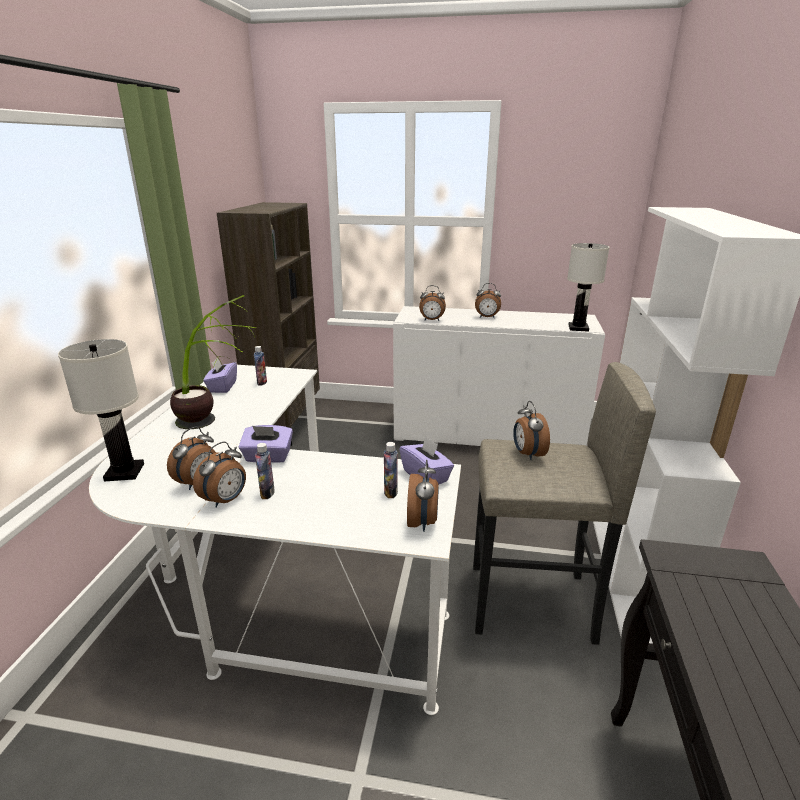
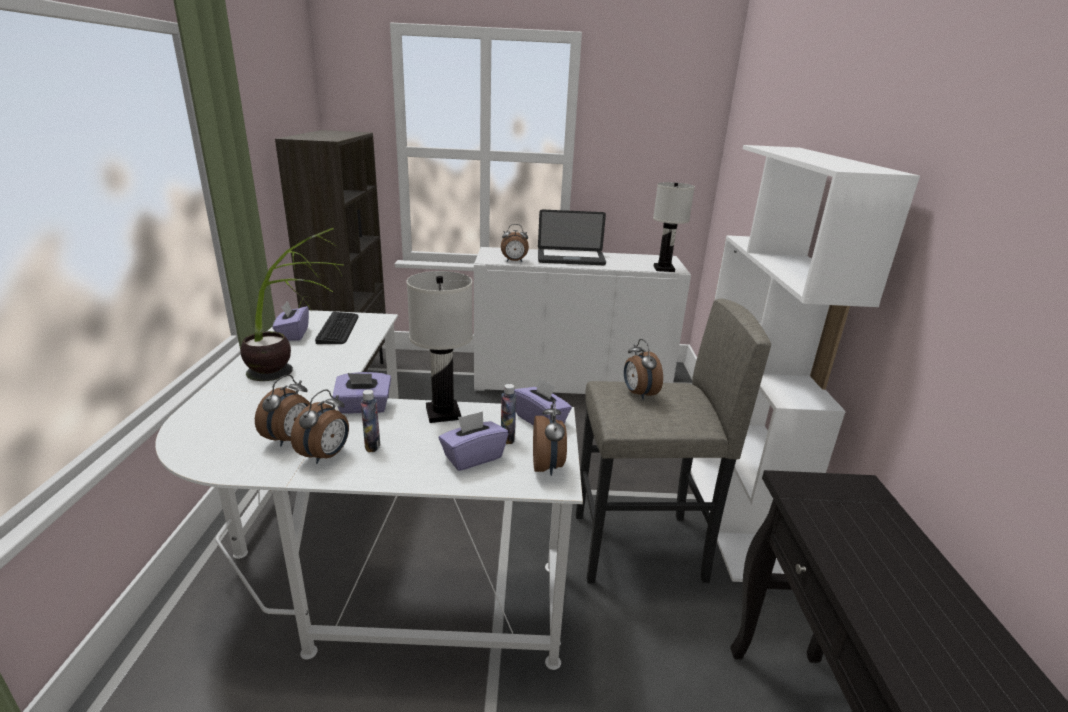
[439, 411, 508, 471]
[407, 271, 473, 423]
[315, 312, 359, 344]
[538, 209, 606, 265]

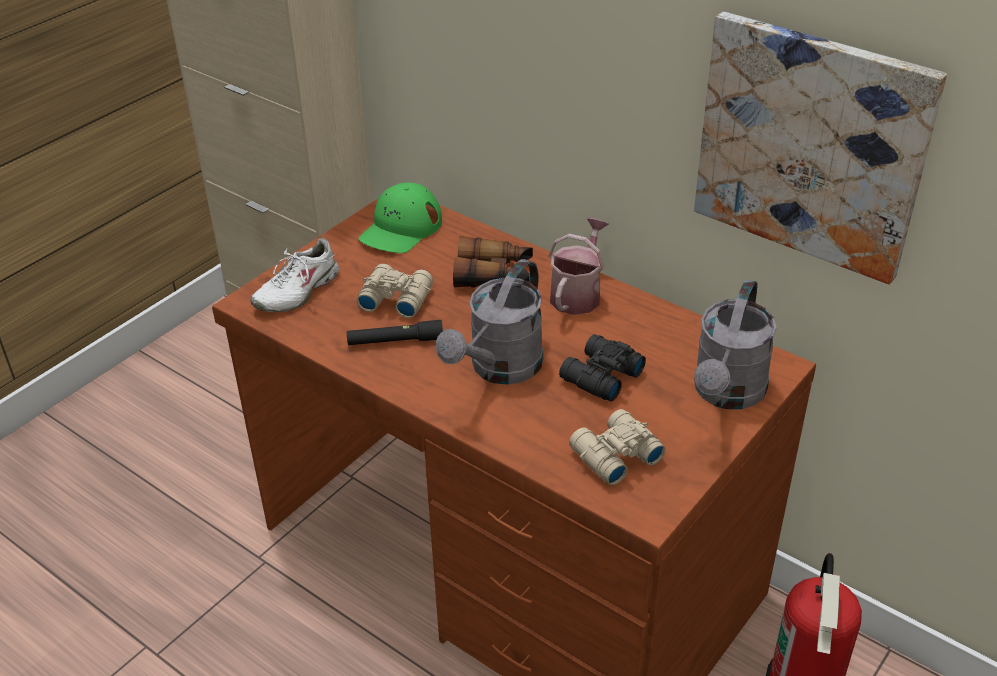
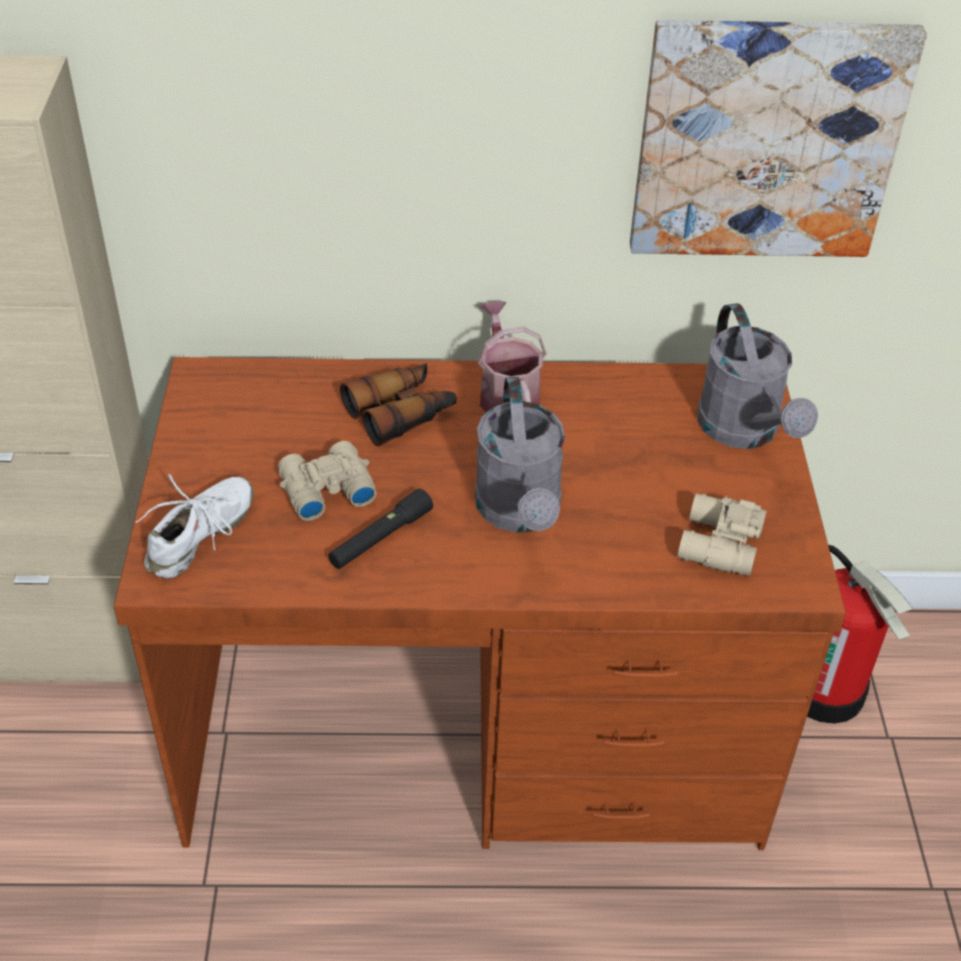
[358, 182, 442, 253] (first image)
[559, 334, 646, 401] (first image)
[136, 474, 254, 579]

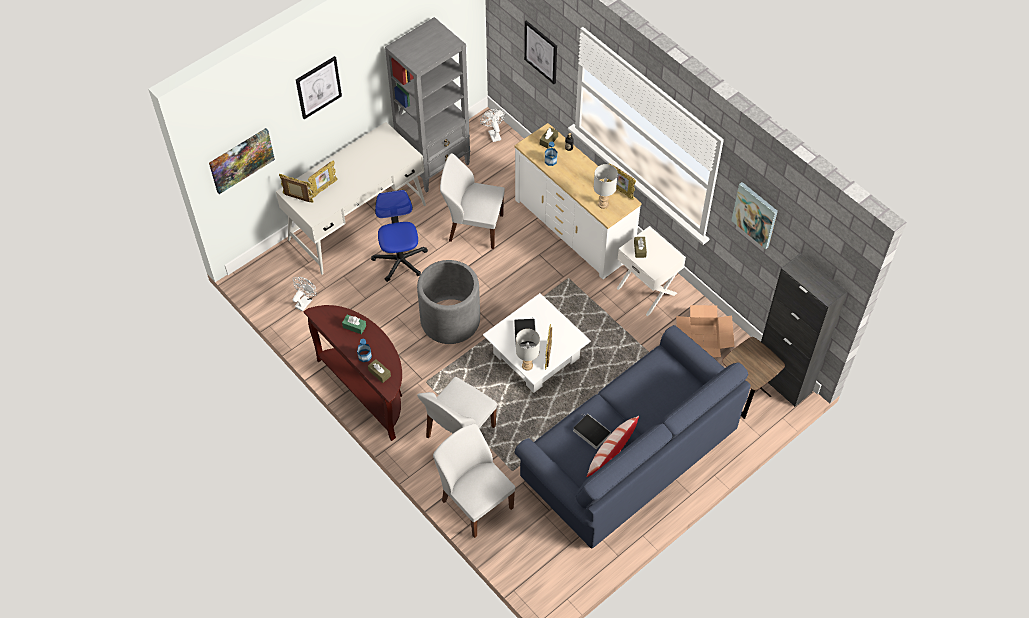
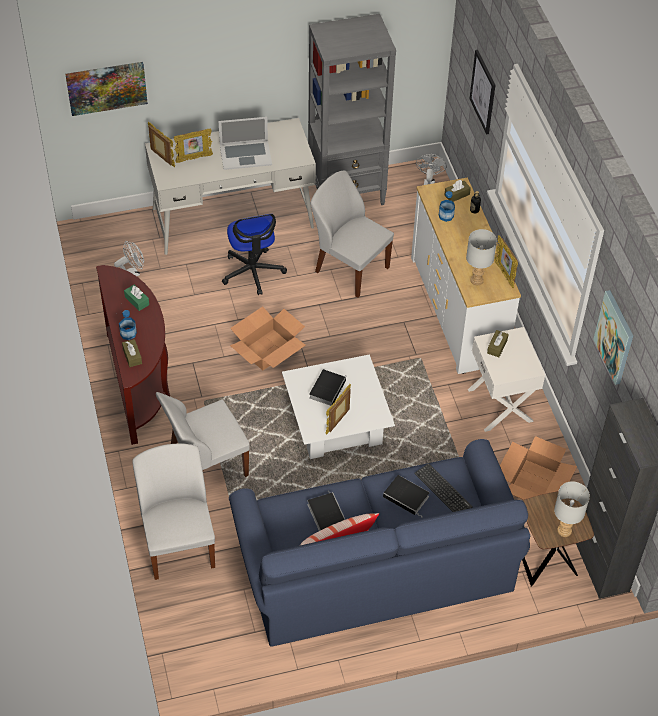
[296, 56, 342, 119] (first image)
[219, 117, 272, 170]
[383, 475, 429, 517]
[414, 463, 473, 512]
[554, 481, 590, 537]
[230, 306, 305, 370]
[222, 214, 287, 295]

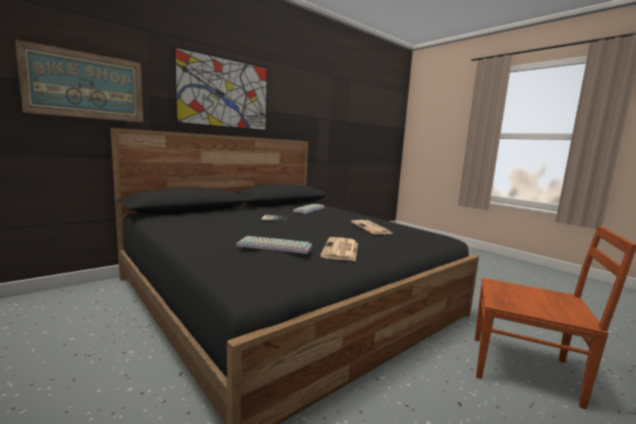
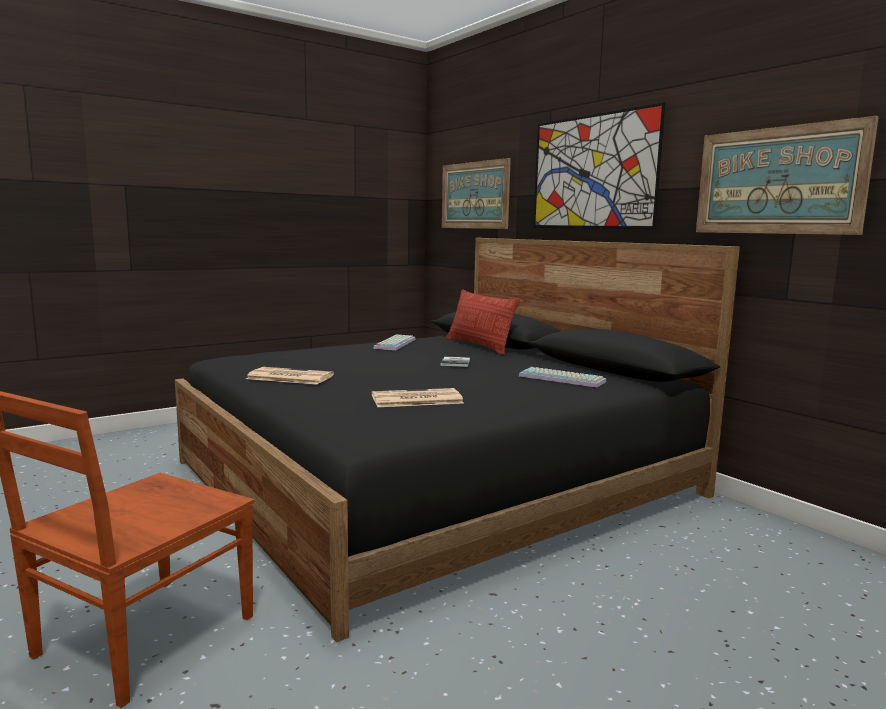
[446, 289, 521, 355]
[696, 116, 879, 235]
[373, 335, 416, 350]

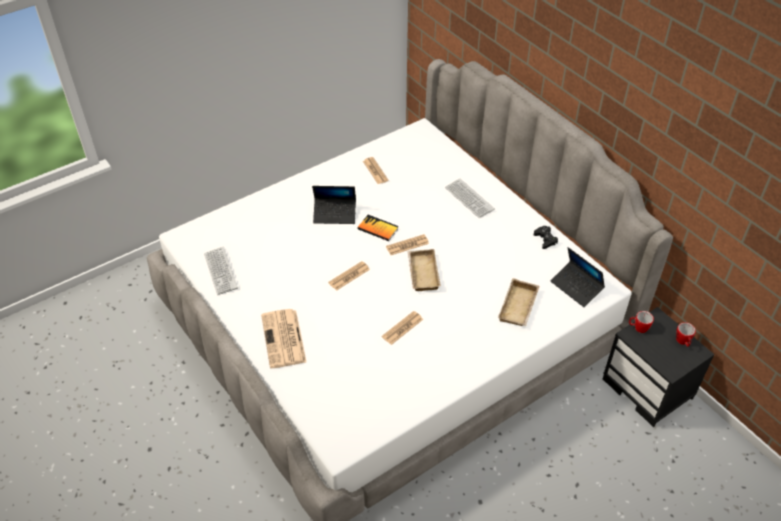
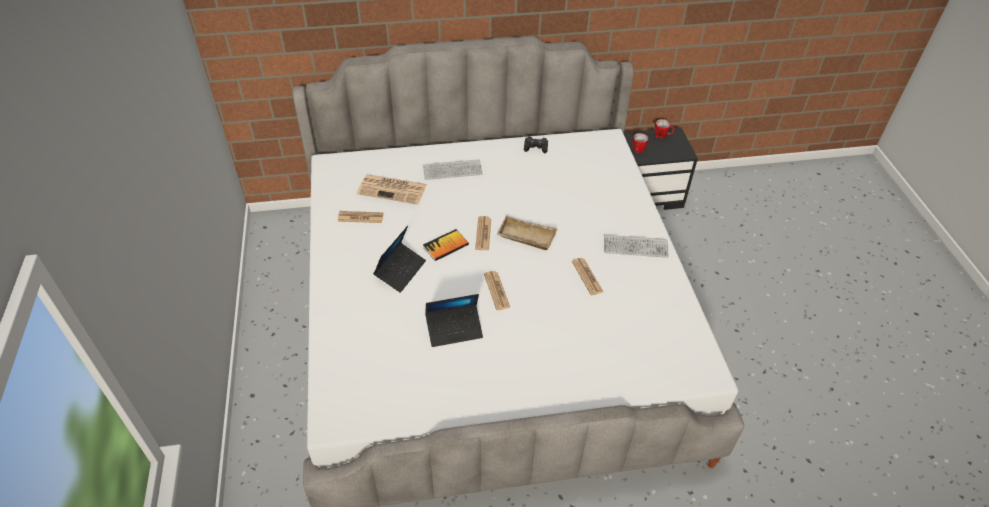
[498, 278, 540, 326] (first image)
[604, 235, 669, 258]
[357, 174, 427, 205]
[425, 294, 483, 347]

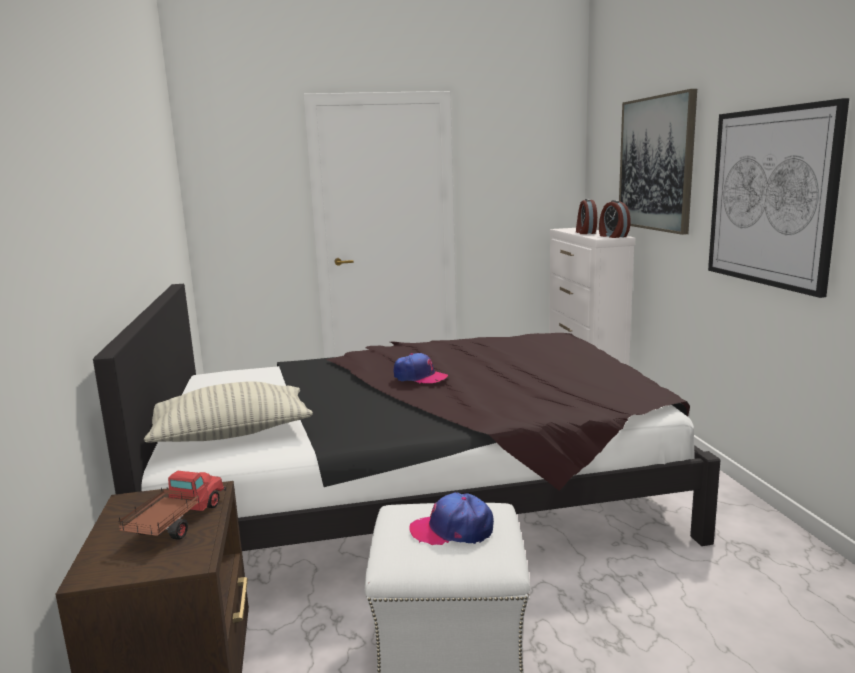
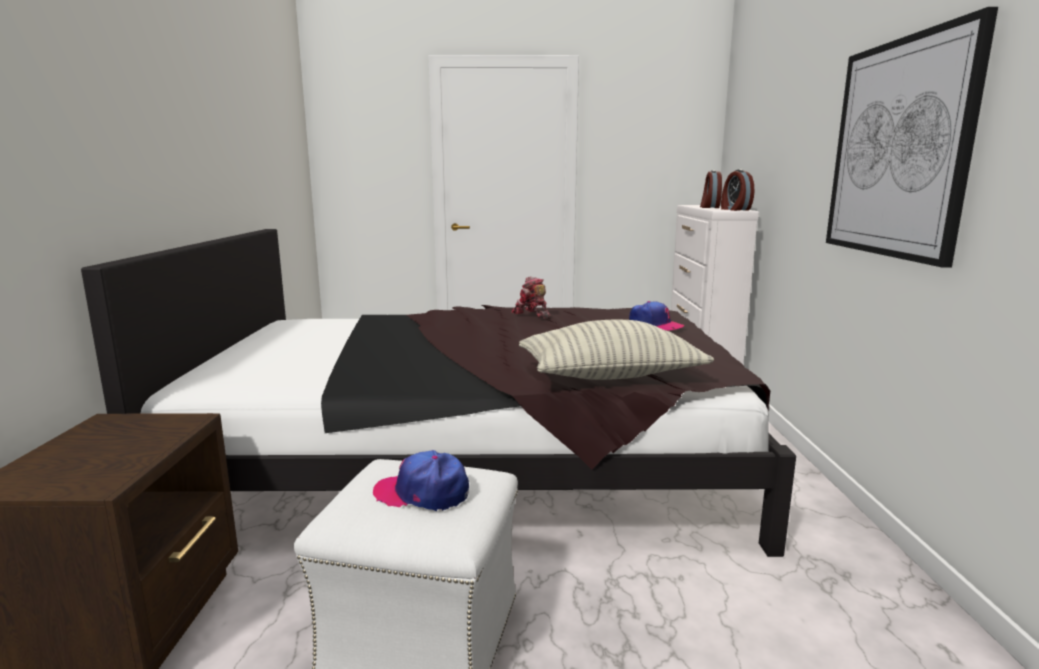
[119, 471, 226, 540] (first image)
[619, 89, 697, 235] (first image)
[511, 276, 550, 319]
[519, 320, 714, 380]
[629, 301, 684, 330]

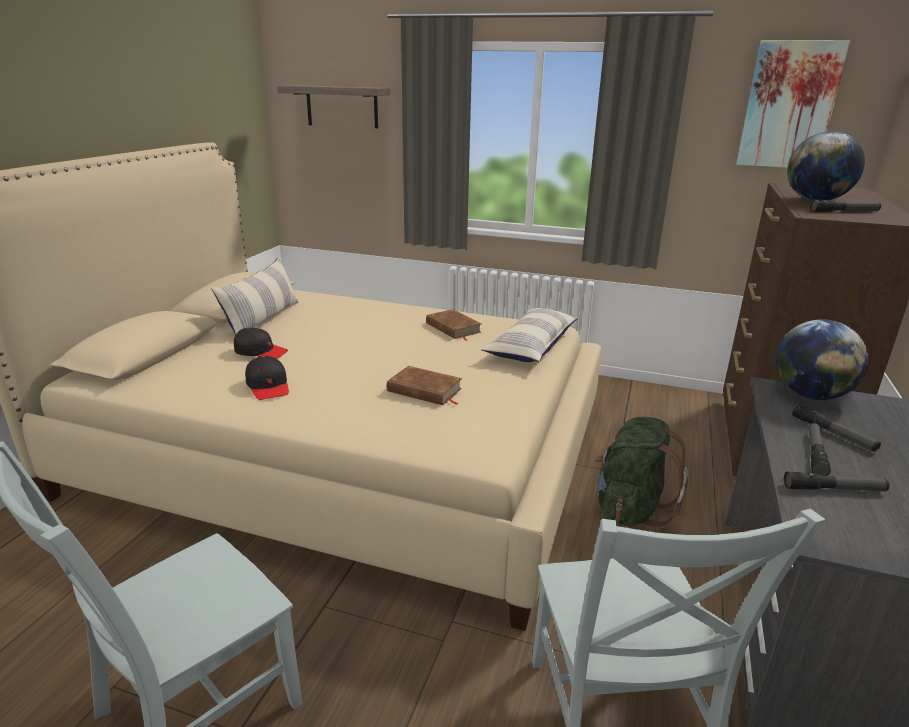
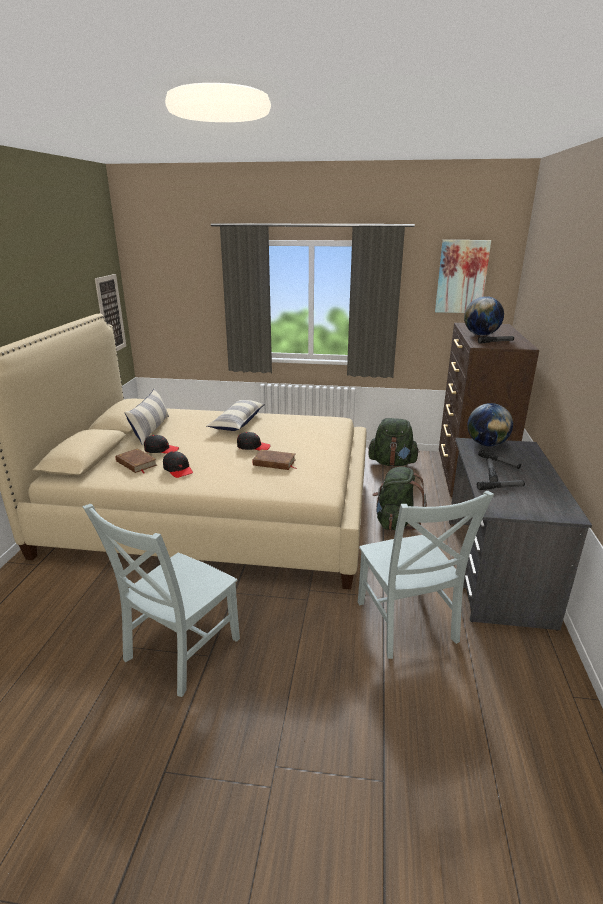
[277, 85, 390, 128] (first image)
[95, 274, 126, 351]
[237, 432, 271, 450]
[368, 418, 420, 466]
[116, 448, 157, 474]
[206, 400, 265, 431]

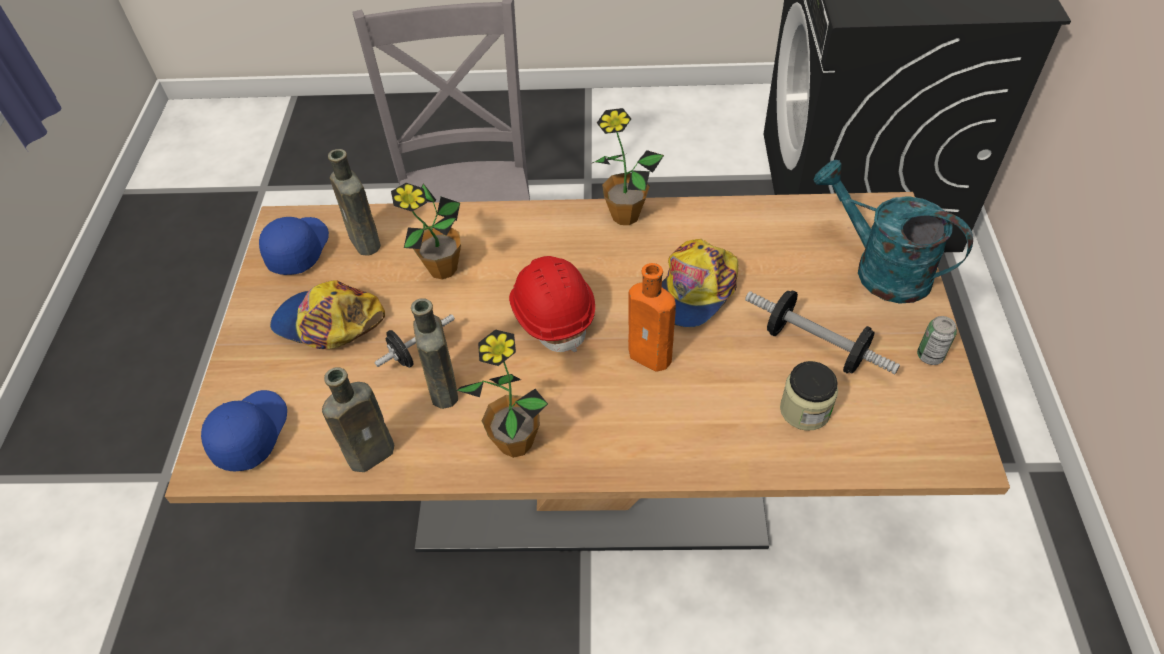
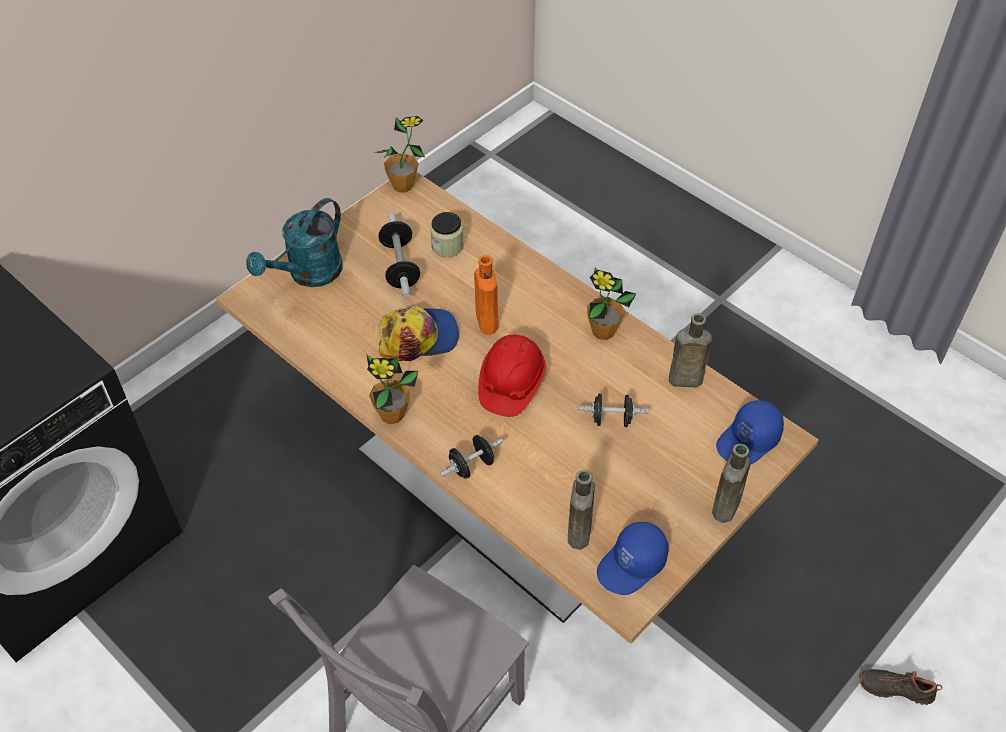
[270, 280, 385, 349] (first image)
[917, 316, 957, 365] (first image)
[440, 435, 503, 479]
[859, 669, 943, 705]
[373, 116, 425, 192]
[712, 444, 751, 523]
[246, 198, 343, 287]

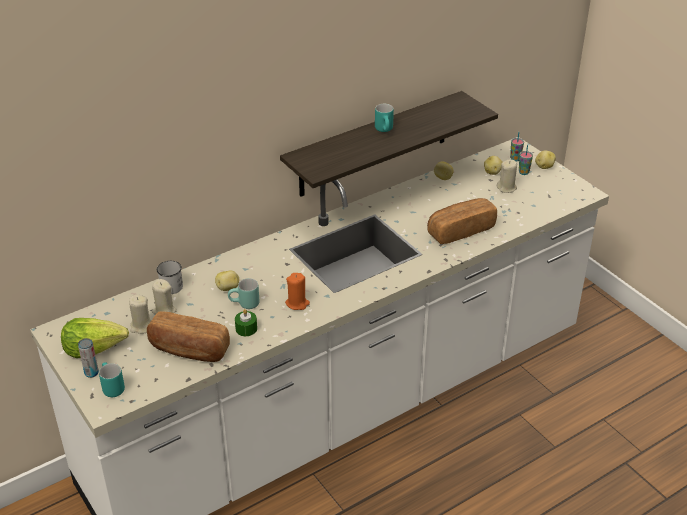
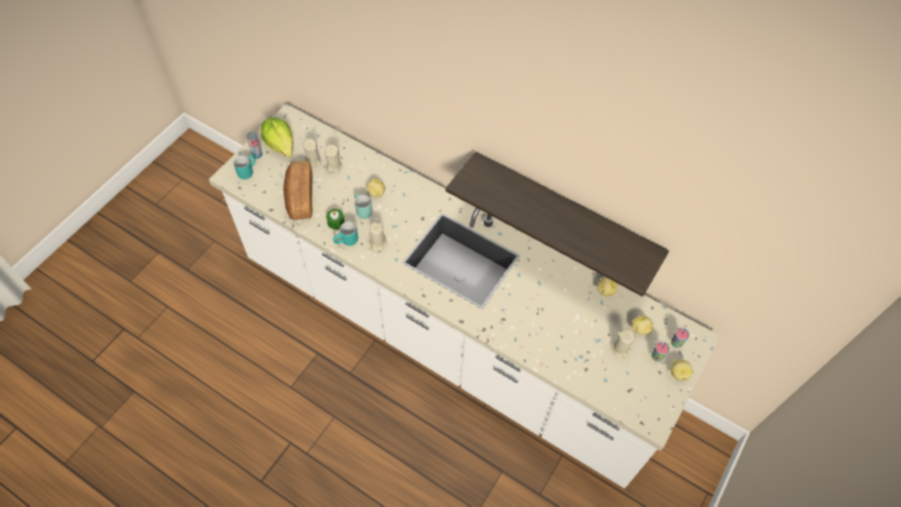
[157, 261, 183, 294] (first image)
[427, 198, 497, 244] (first image)
[333, 222, 358, 246]
[369, 222, 387, 251]

